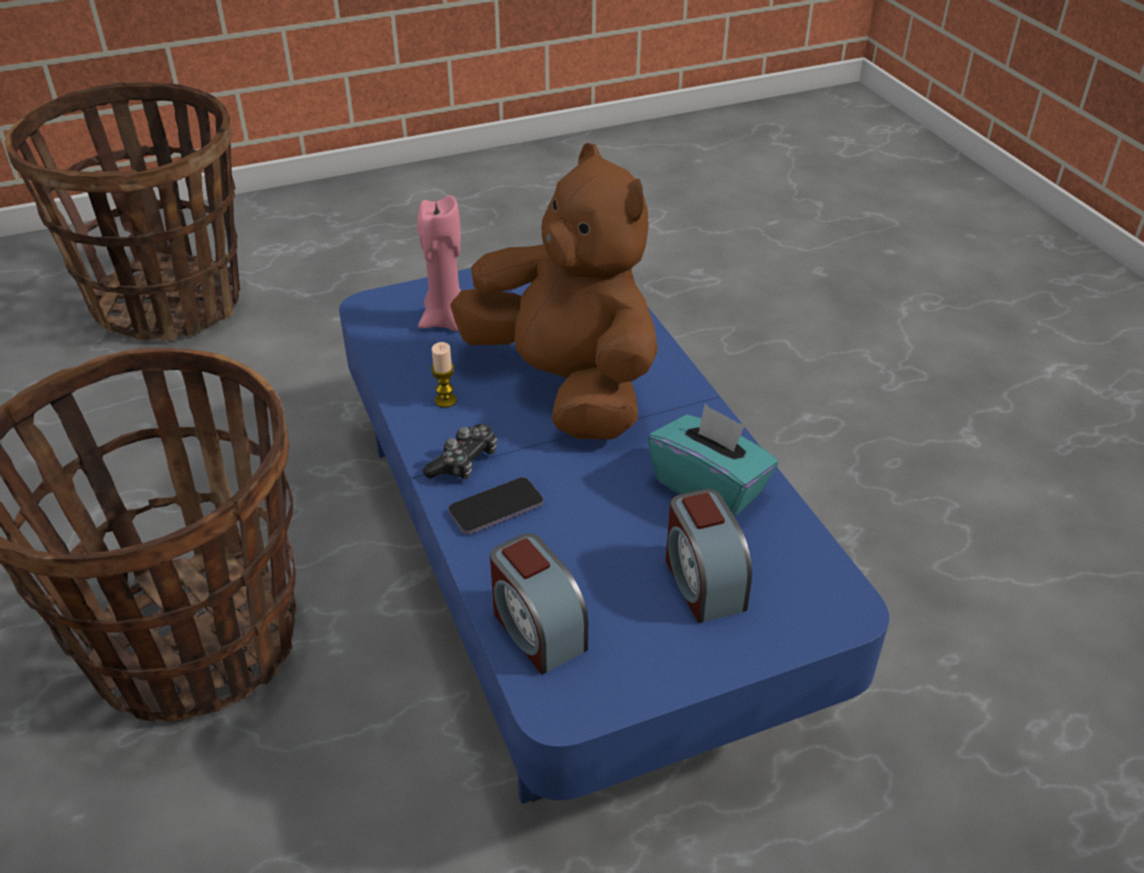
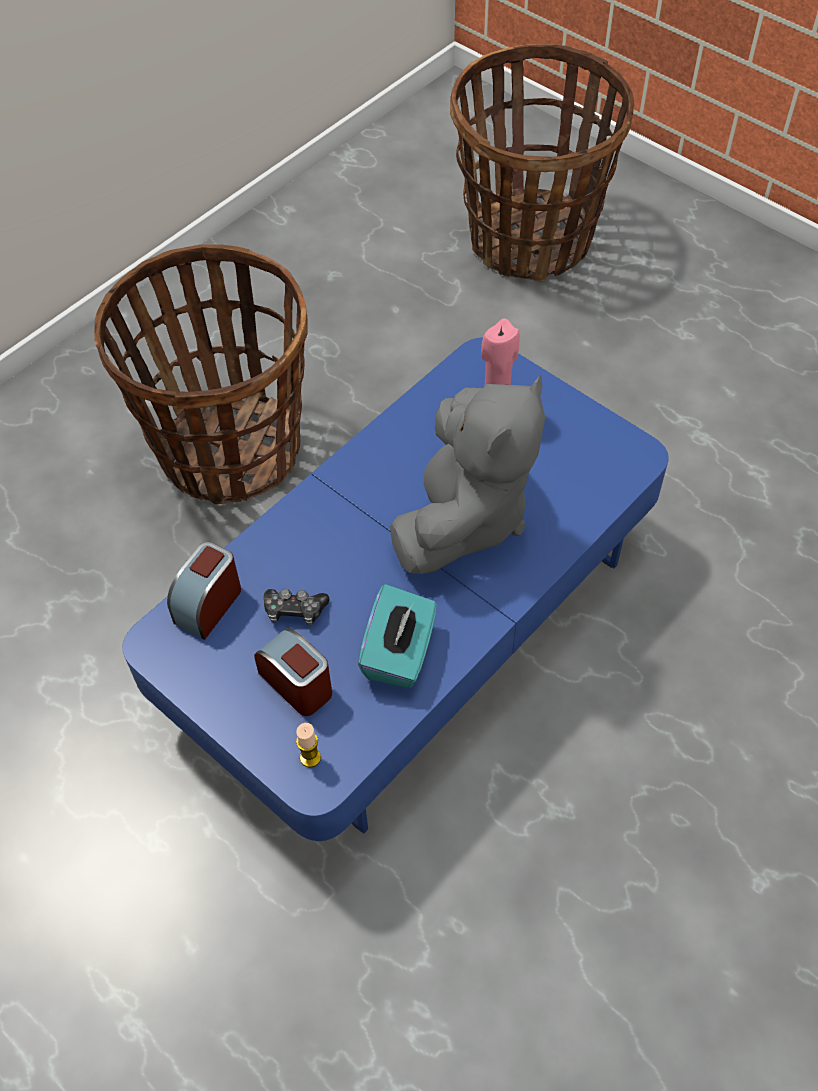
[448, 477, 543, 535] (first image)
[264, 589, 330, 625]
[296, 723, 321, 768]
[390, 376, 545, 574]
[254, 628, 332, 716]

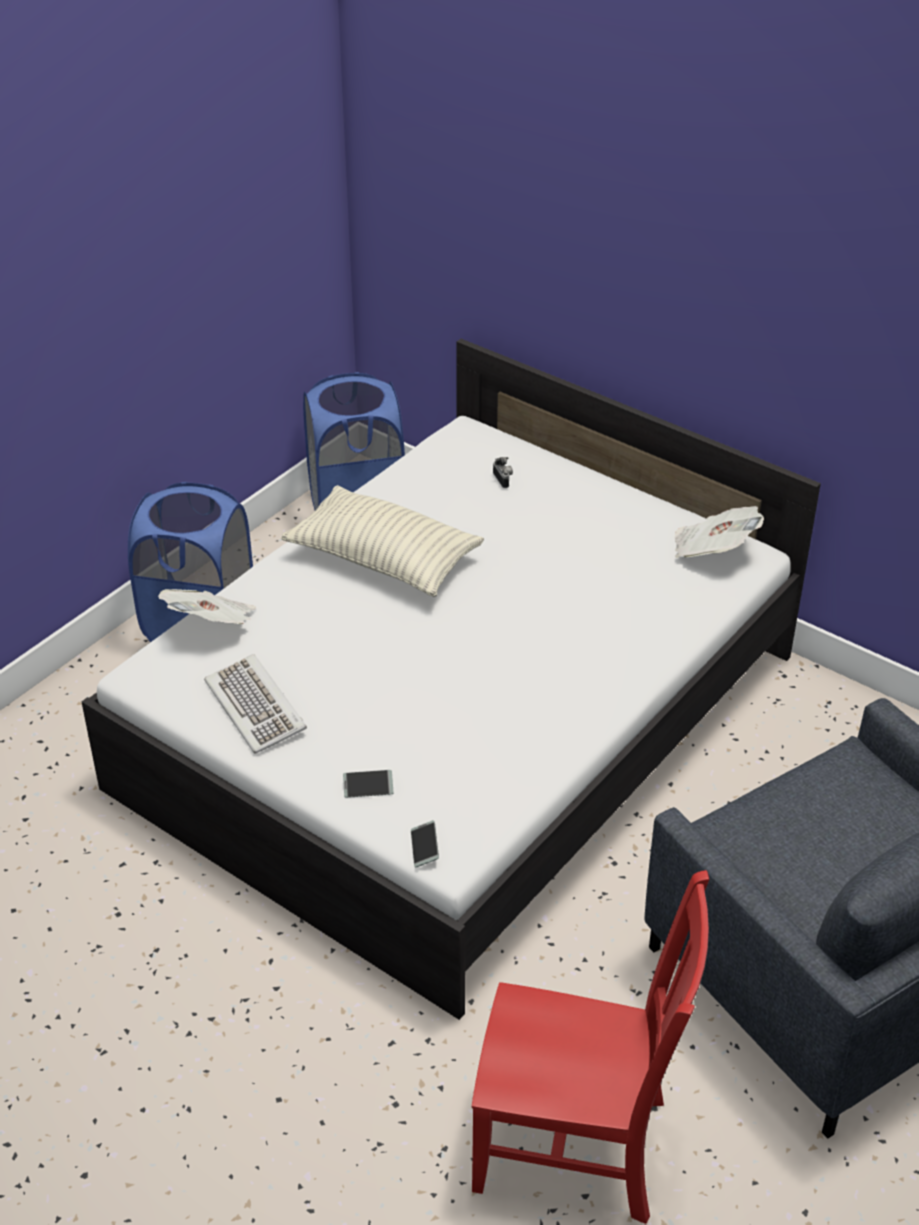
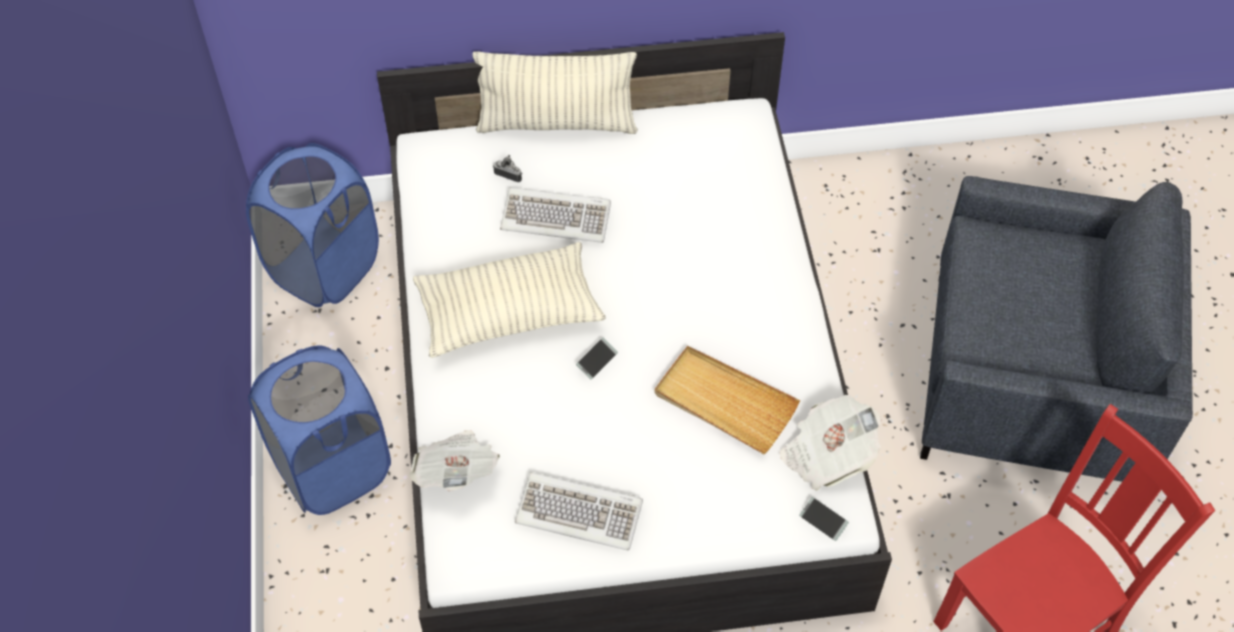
[472, 51, 638, 134]
[500, 187, 611, 243]
[654, 346, 800, 454]
[576, 337, 618, 380]
[780, 395, 882, 491]

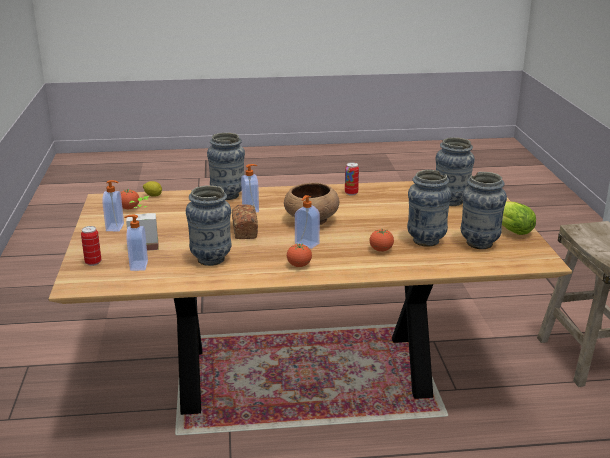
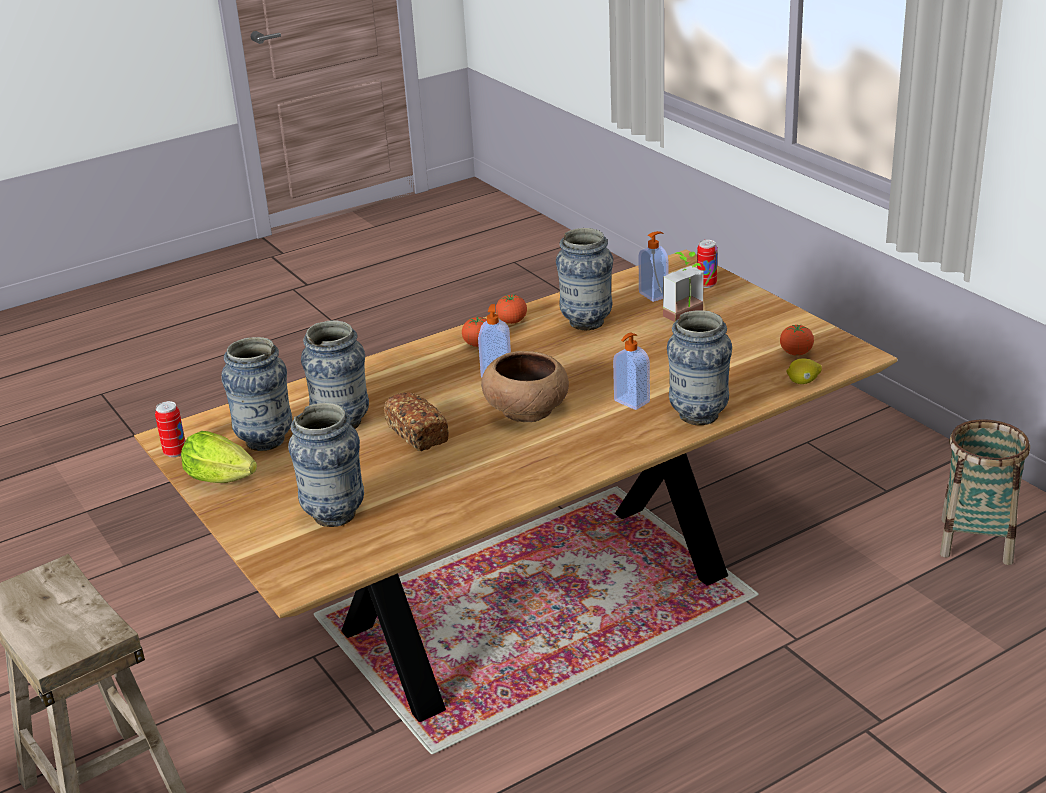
[102, 180, 124, 231] (first image)
[940, 419, 1030, 565]
[384, 392, 449, 451]
[155, 401, 185, 457]
[496, 294, 527, 324]

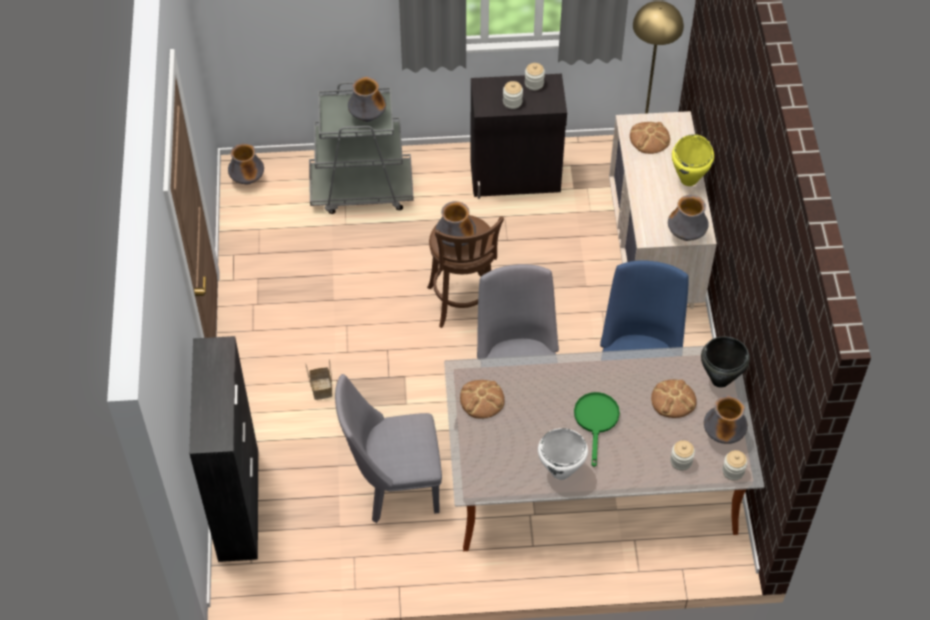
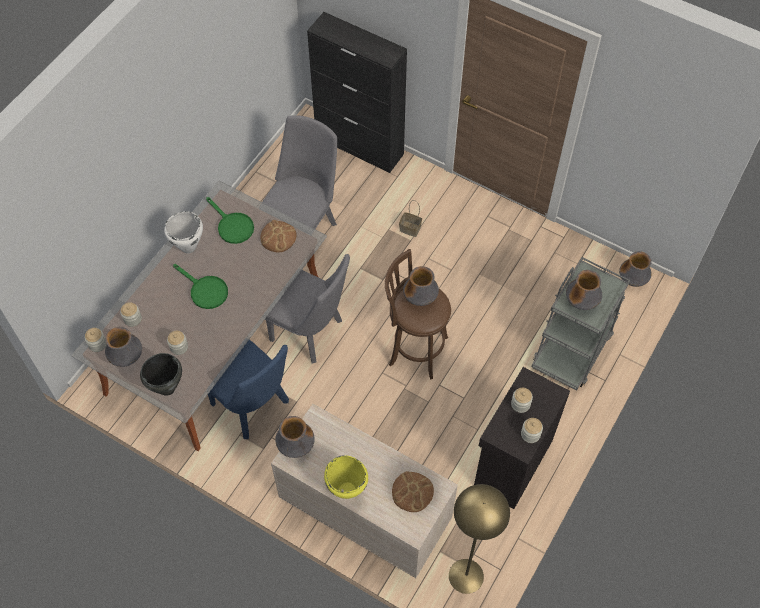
[206, 197, 254, 244]
[167, 331, 188, 355]

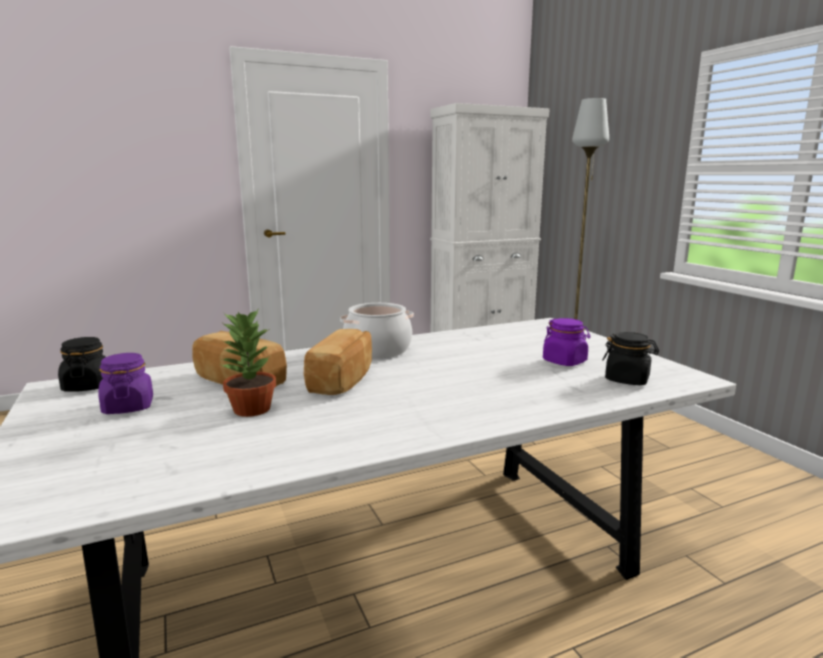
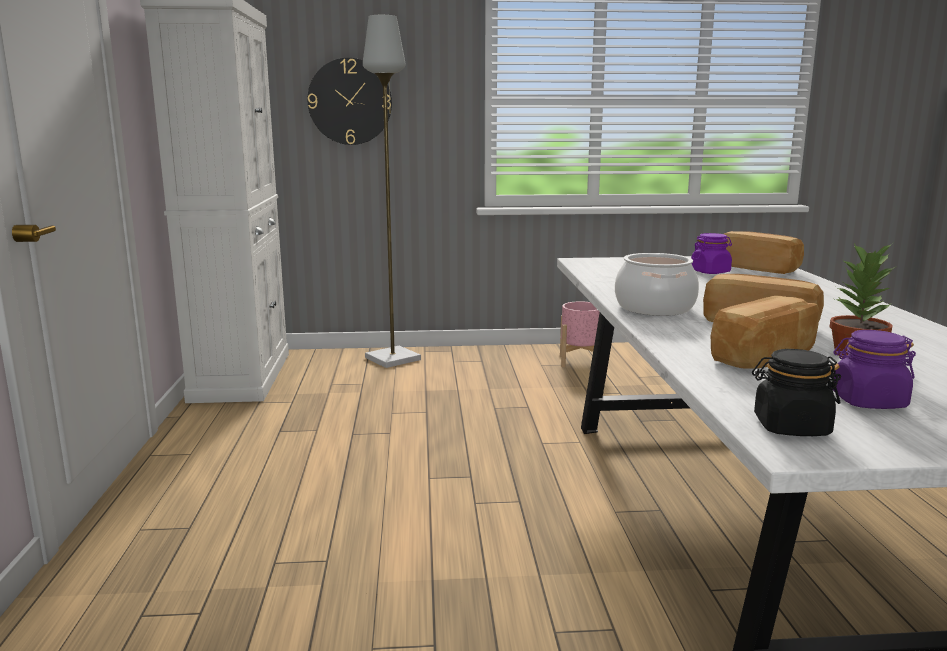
[307, 58, 392, 145]
[560, 301, 600, 367]
[724, 231, 804, 274]

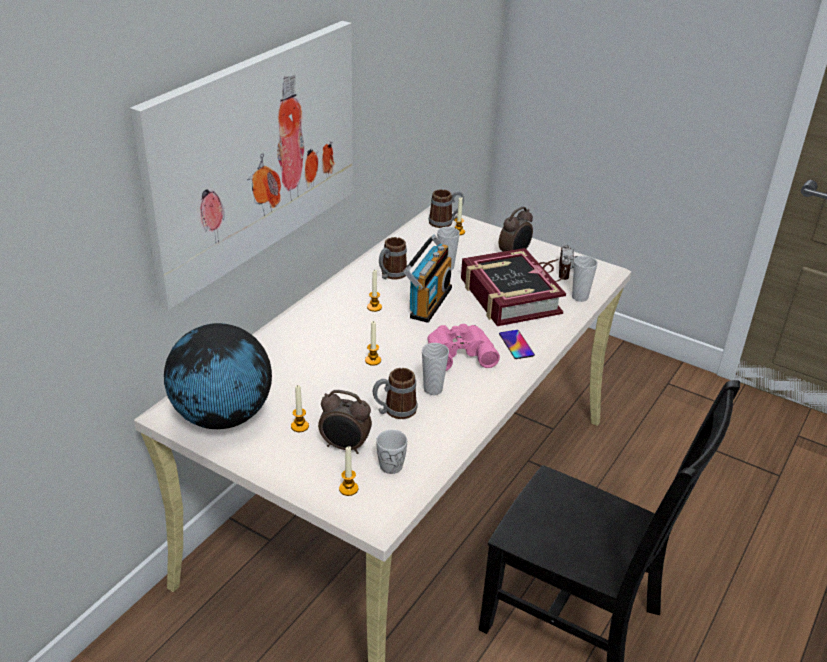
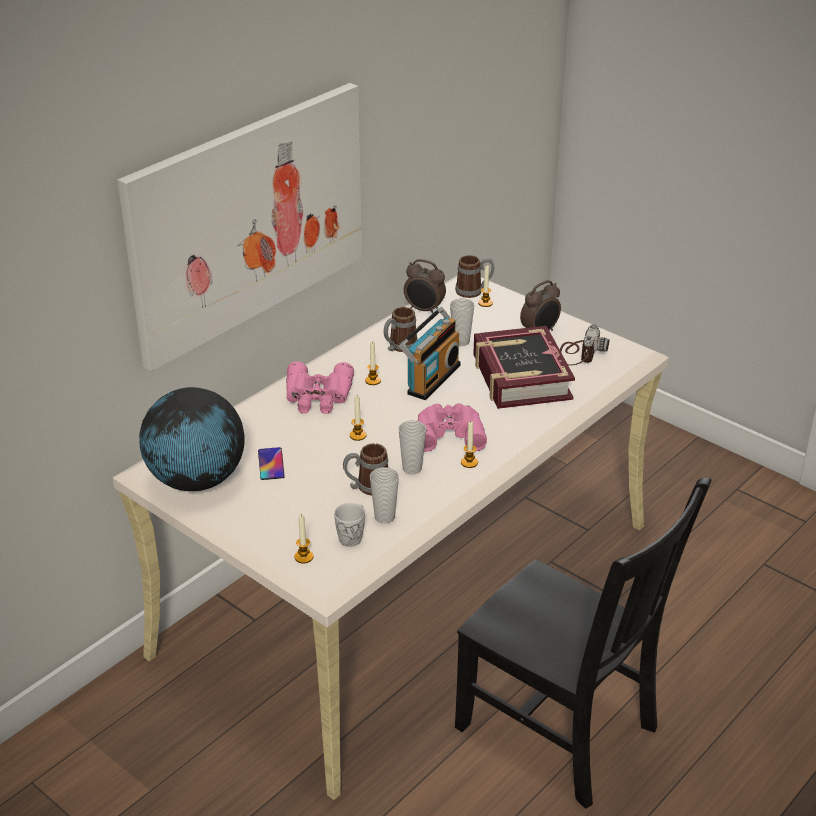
[286, 361, 354, 414]
[461, 422, 478, 468]
[404, 259, 446, 314]
[258, 447, 285, 480]
[370, 467, 399, 524]

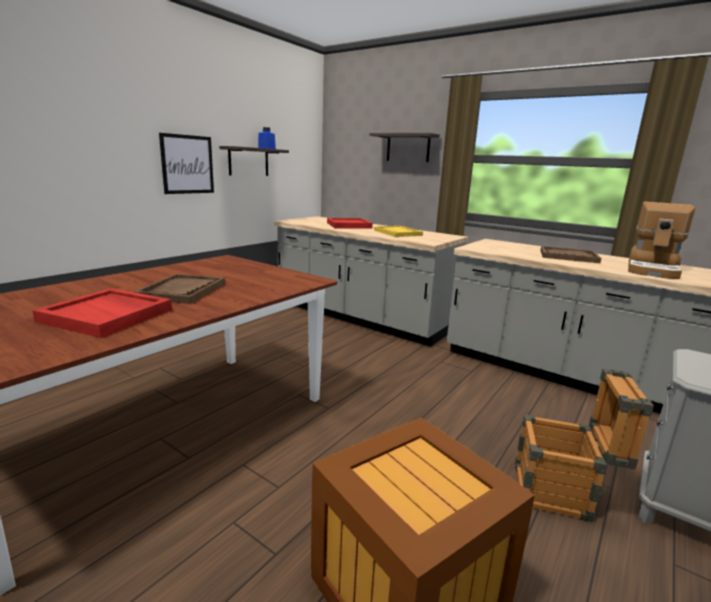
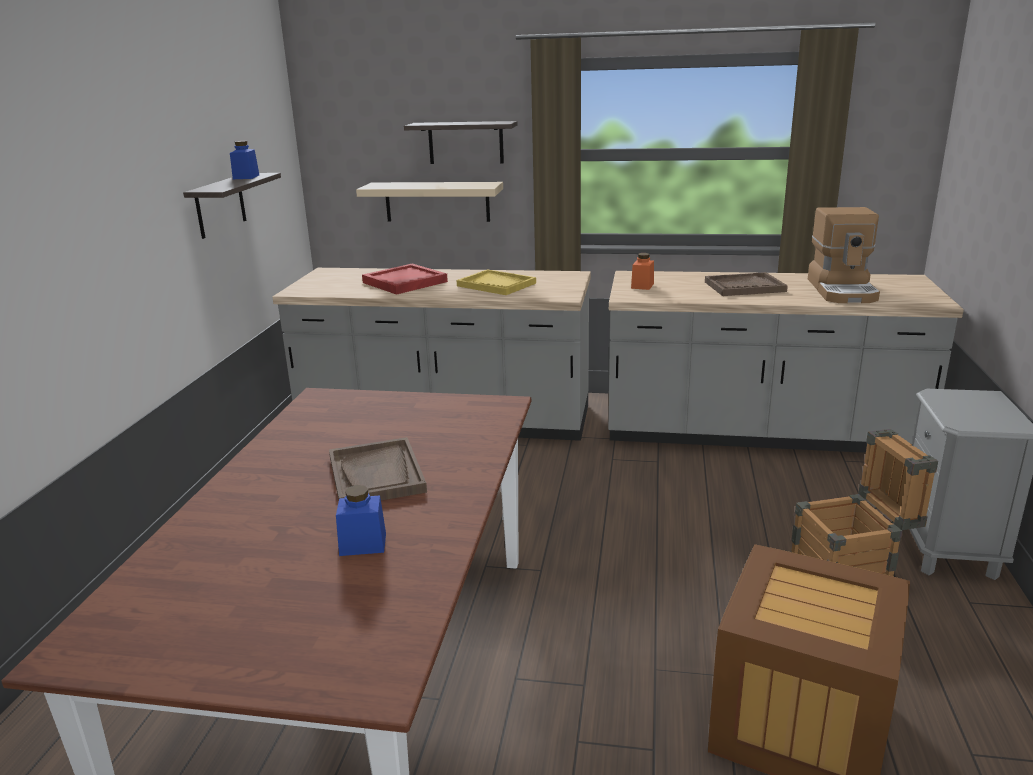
[159, 133, 214, 194] (first image)
[356, 182, 503, 222]
[631, 253, 654, 290]
[336, 485, 386, 556]

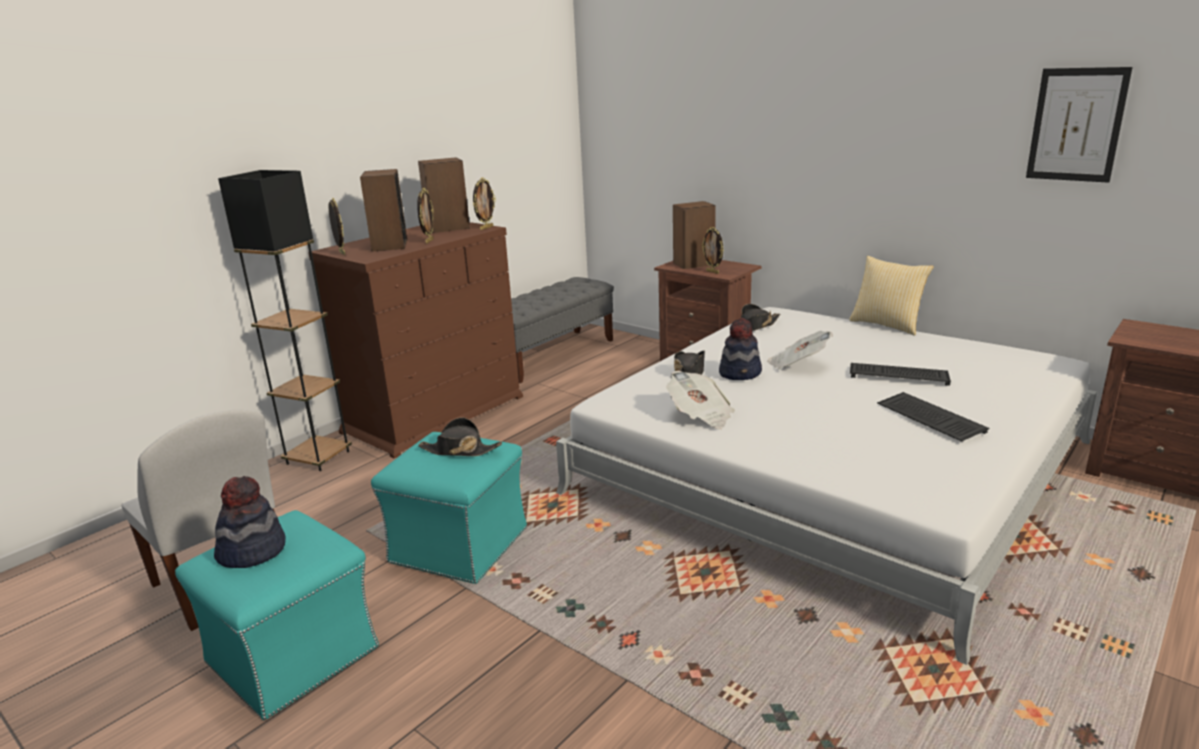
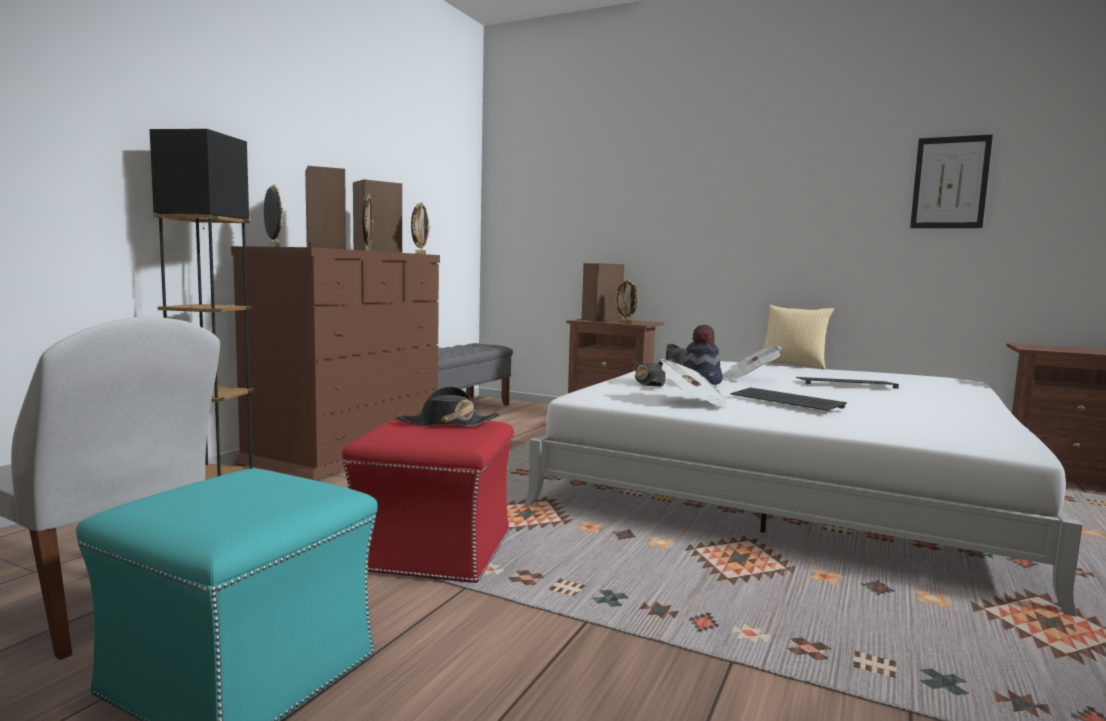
[214, 476, 285, 568] (first image)
[730, 387, 847, 411]
[342, 418, 514, 583]

